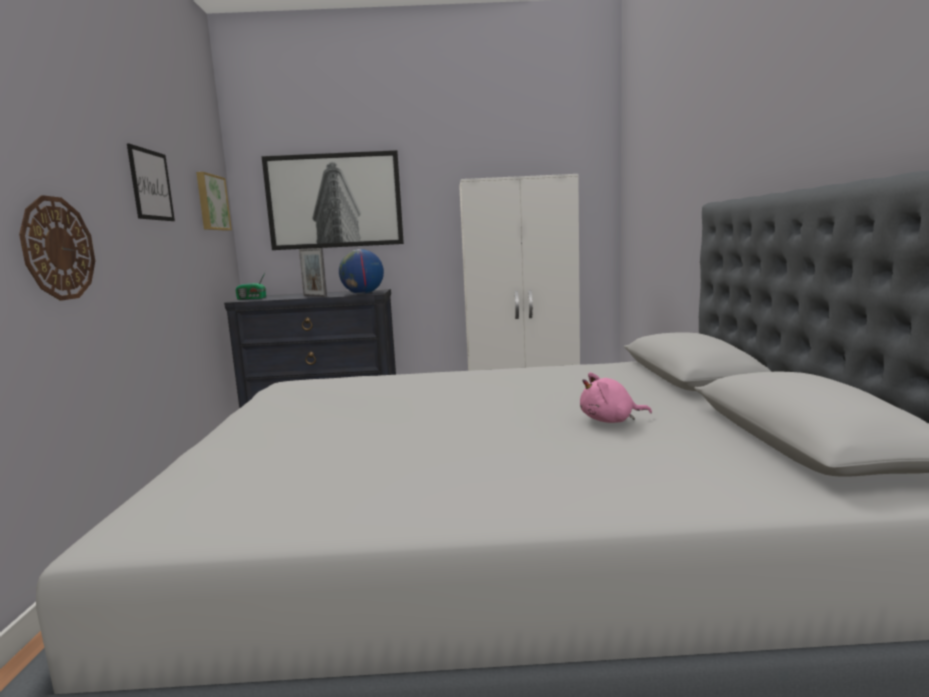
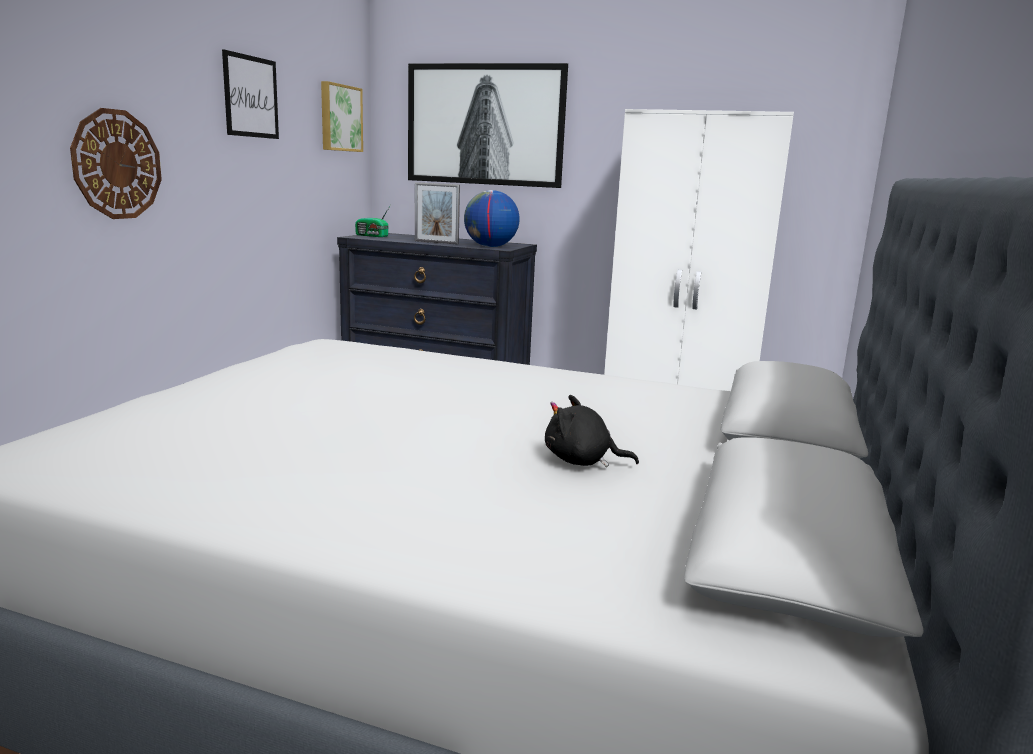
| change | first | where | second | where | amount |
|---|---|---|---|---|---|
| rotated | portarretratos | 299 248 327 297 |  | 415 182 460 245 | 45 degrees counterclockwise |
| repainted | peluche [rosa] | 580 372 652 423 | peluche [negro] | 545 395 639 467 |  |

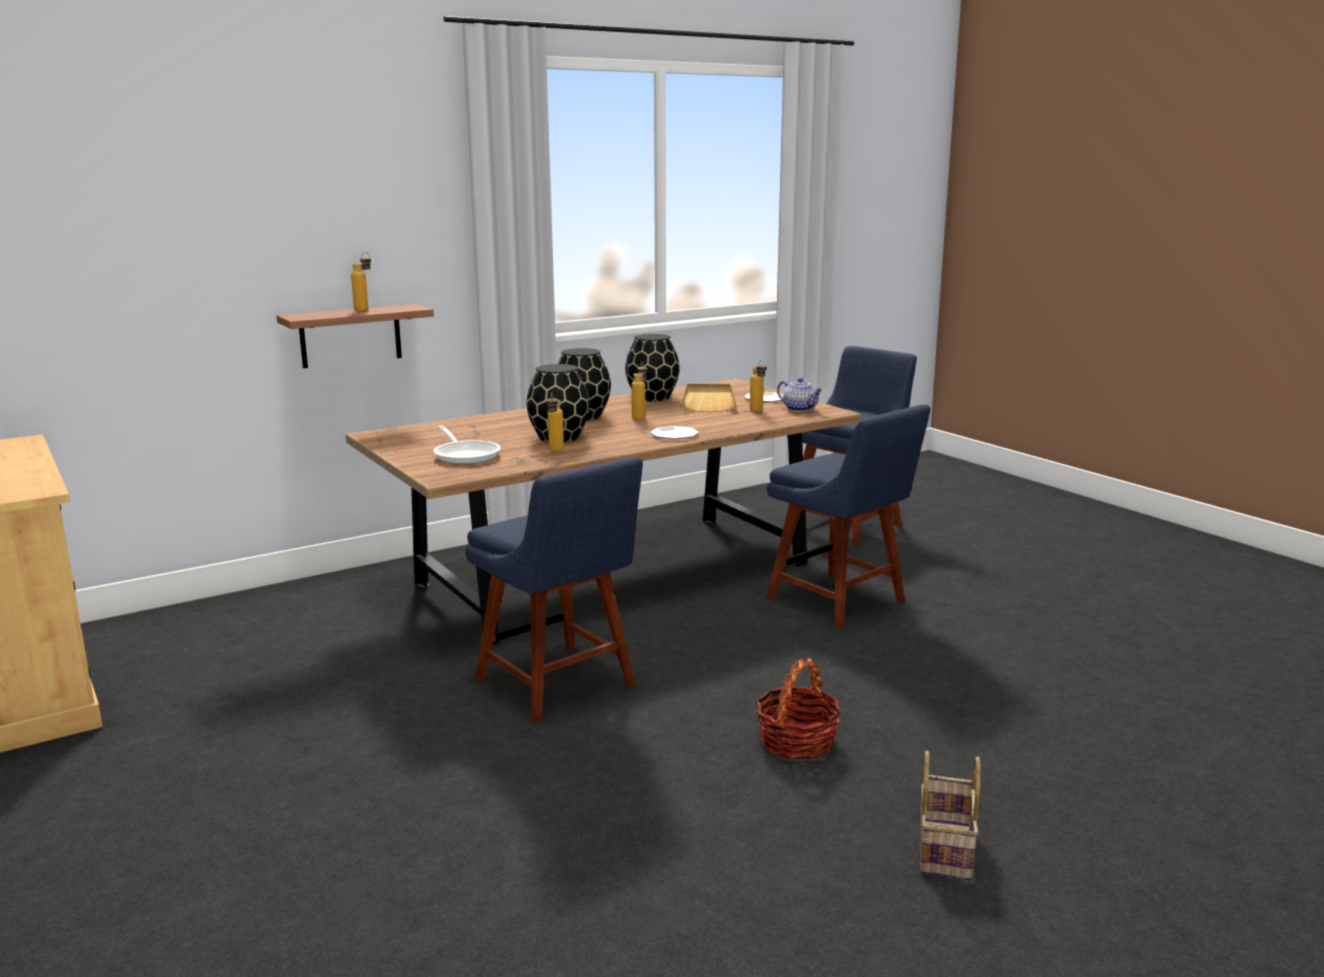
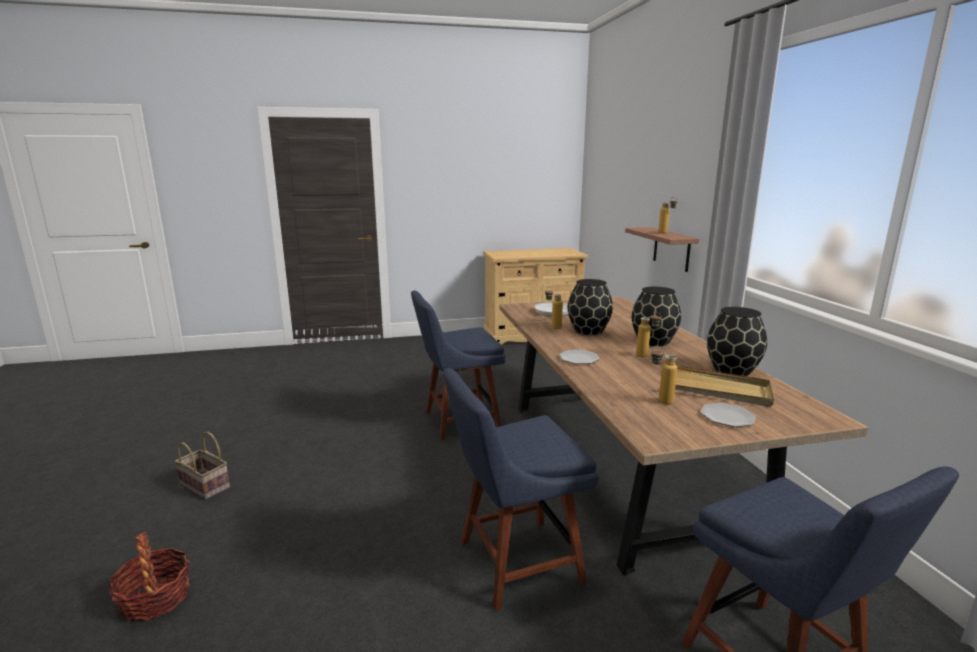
| change | first | where | second | where | amount |
|---|---|---|---|---|---|
| gone | tetera | 777 378 823 412 |  |  |  |
| shifted | cesta | 756 658 842 759 |  | 109 532 190 621 |  |

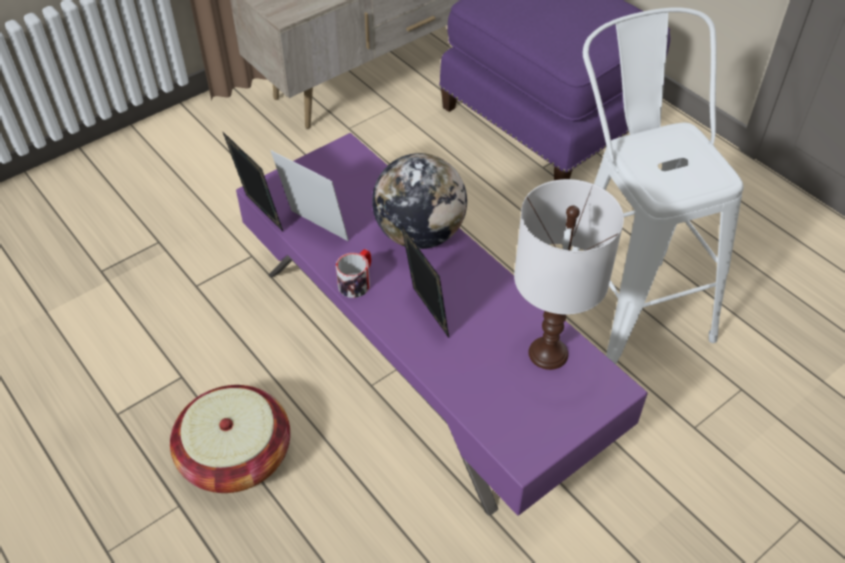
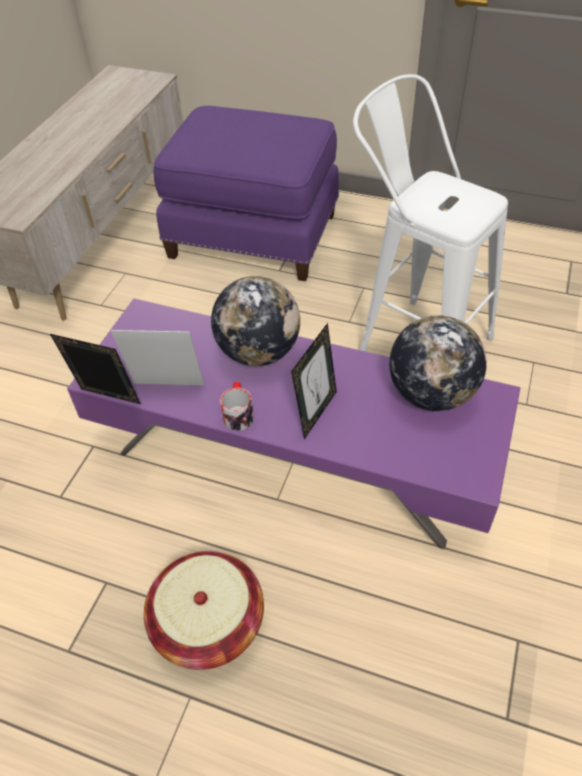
| change | first | where | second | where | amount |
|---|---|---|---|---|---|
| swapped | lámpara de mesa [blanco] | 514 179 624 370 | globo terráqueo | 389 315 487 411 |  |
| rotated | portarretratos | 401 225 449 338 |  | 291 323 337 439 | 90 degrees clockwise |

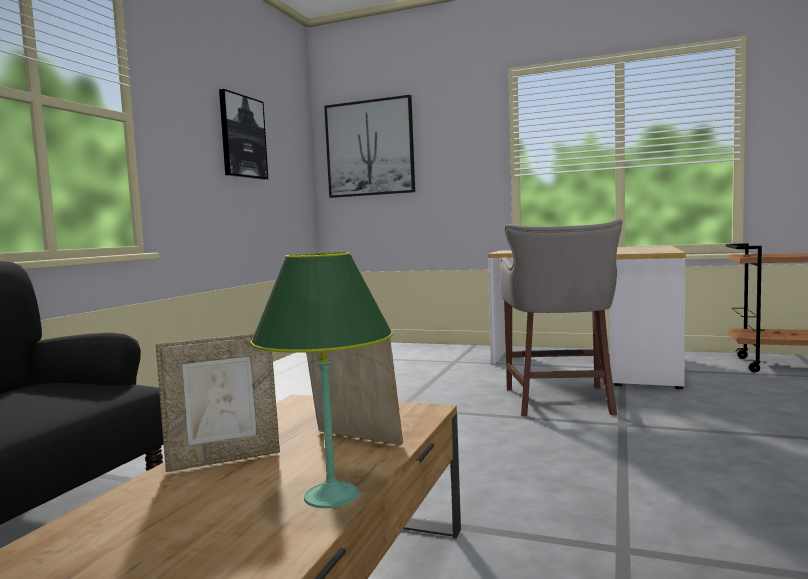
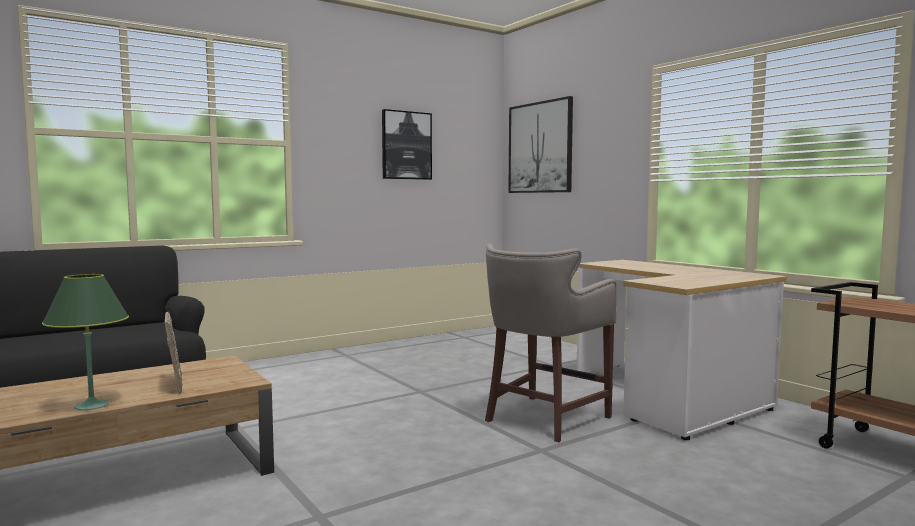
| change | first | where | second | where | amount |
|---|---|---|---|---|---|
| gone | portarretratos | 156 334 280 472 |  |  |  |

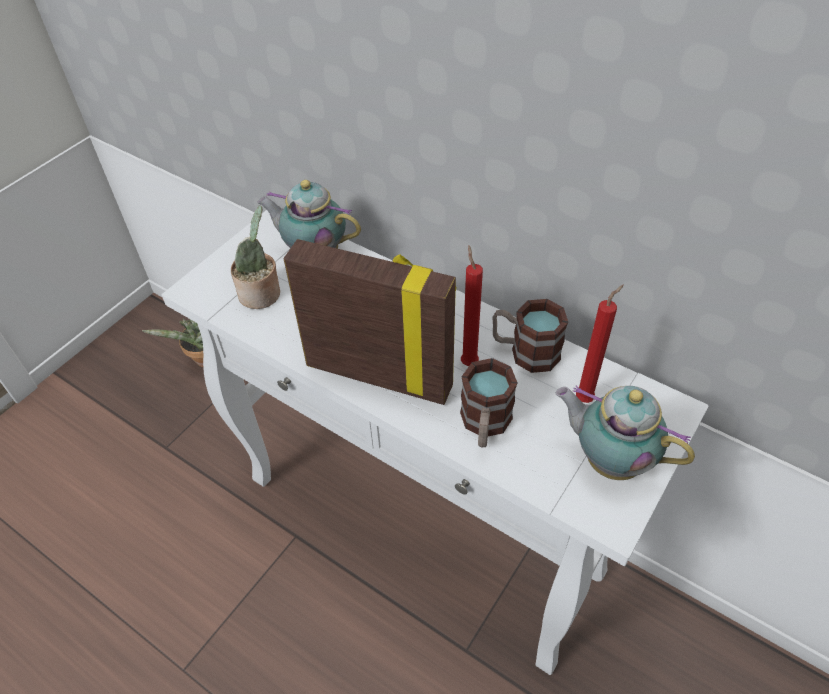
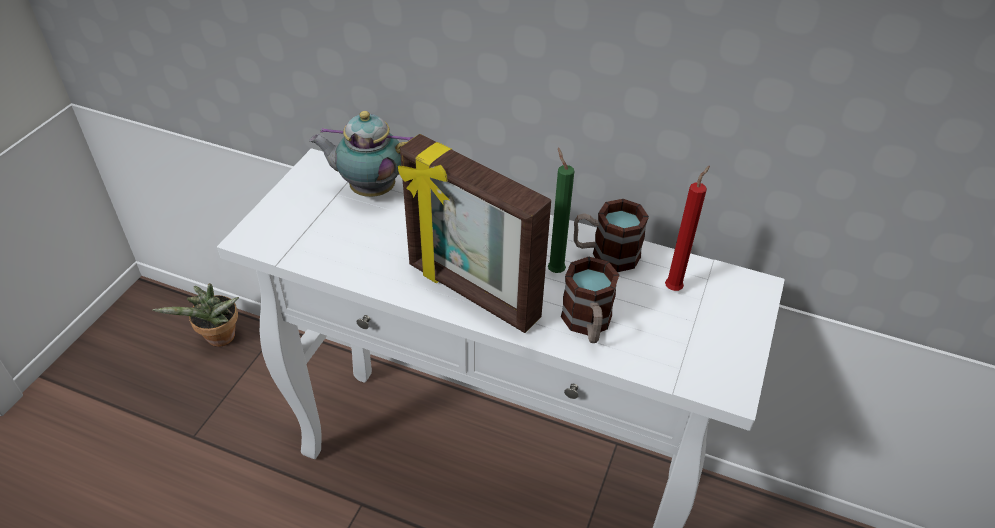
| change | first | where | second | where | amount |
|---|---|---|---|---|---|
| gone | planta en maceta | 231 205 280 309 |  |  |  |
| rotated | portarretratos | 284 239 456 405 |  | 398 134 551 333 | 150 degrees counterclockwise |
| repainted | vela [rojo] | 461 246 483 366 | vela [verde] | 548 148 574 273 |  |
| gone | tetera | 556 386 695 480 |  |  |  |

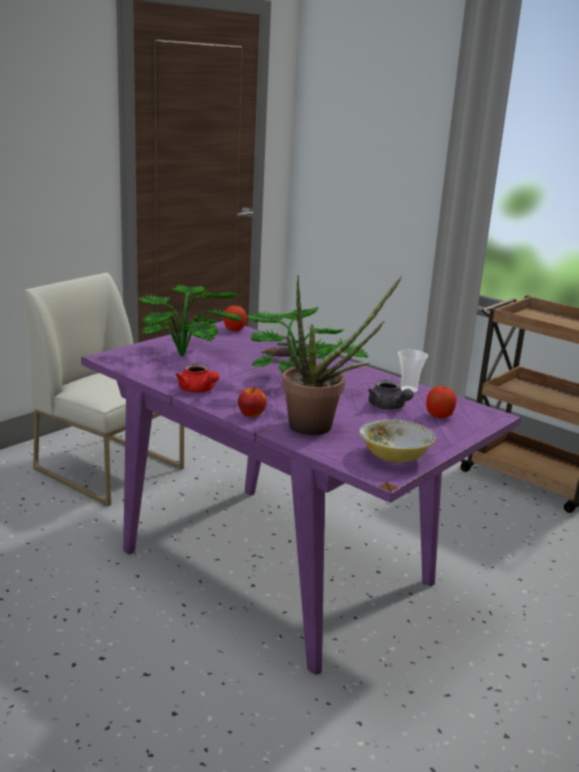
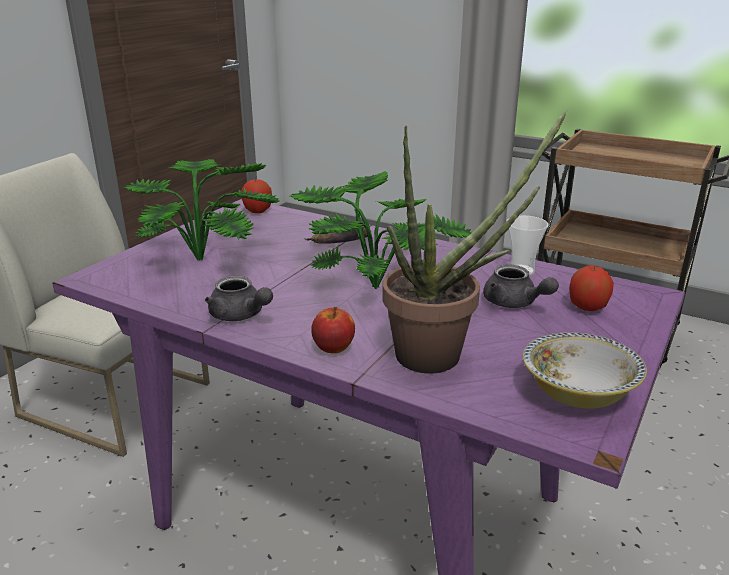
| change | first | where | second | where | amount |
|---|---|---|---|---|---|
| repainted | tetera [rojo] | 176 364 219 393 | tetera [gris] | 205 276 273 321 |  |

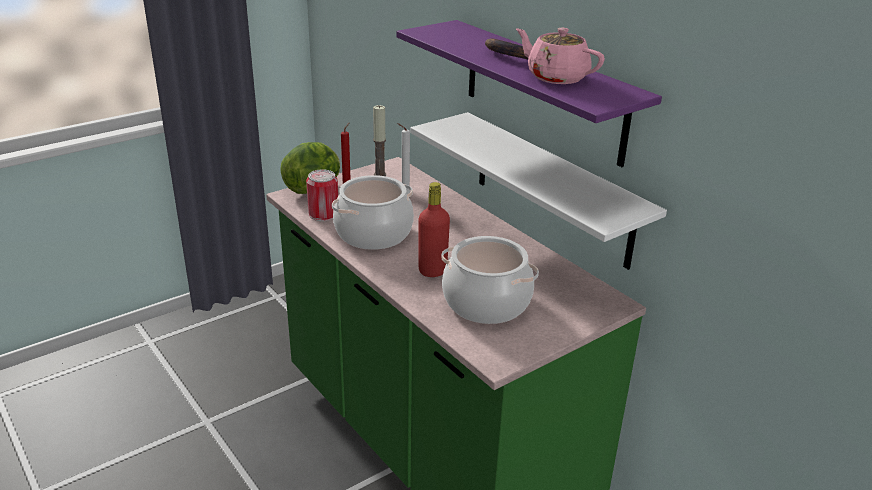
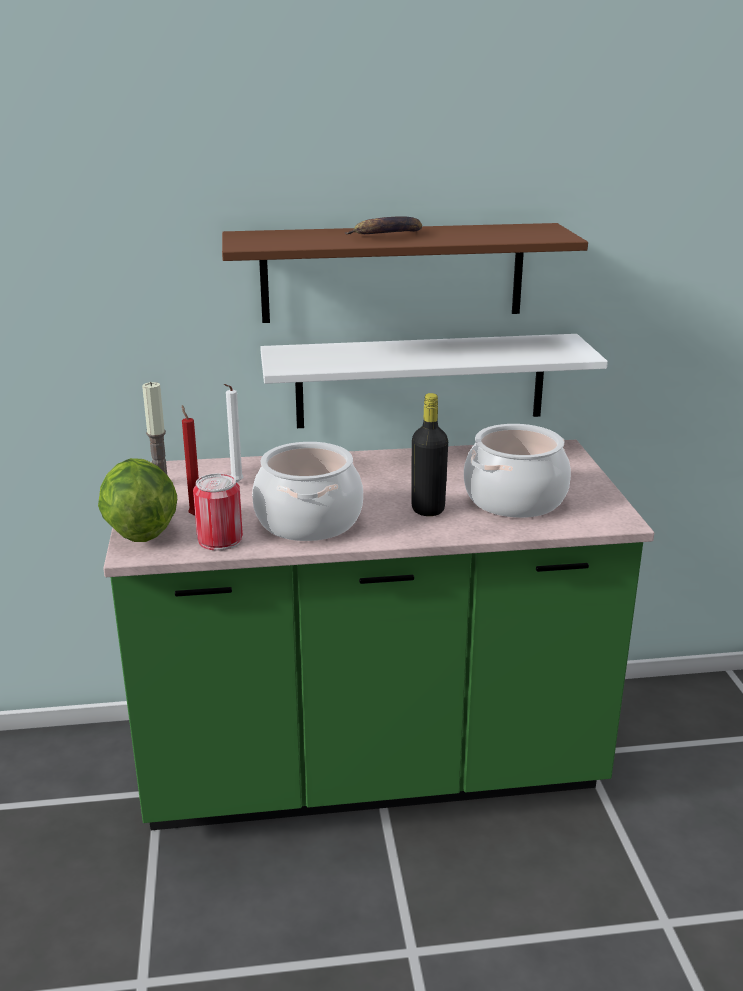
| change | first | where | second | where | amount |
|---|---|---|---|---|---|
| repainted | estante [morado] | 396 20 662 167 | estante [marrón] | 222 223 588 323 |  |
| gone | tetera [rosa] | 516 28 605 84 |  |  |  |
| repainted | botella [rojo] | 418 182 450 277 | botella [negro] | 411 393 448 516 |  |

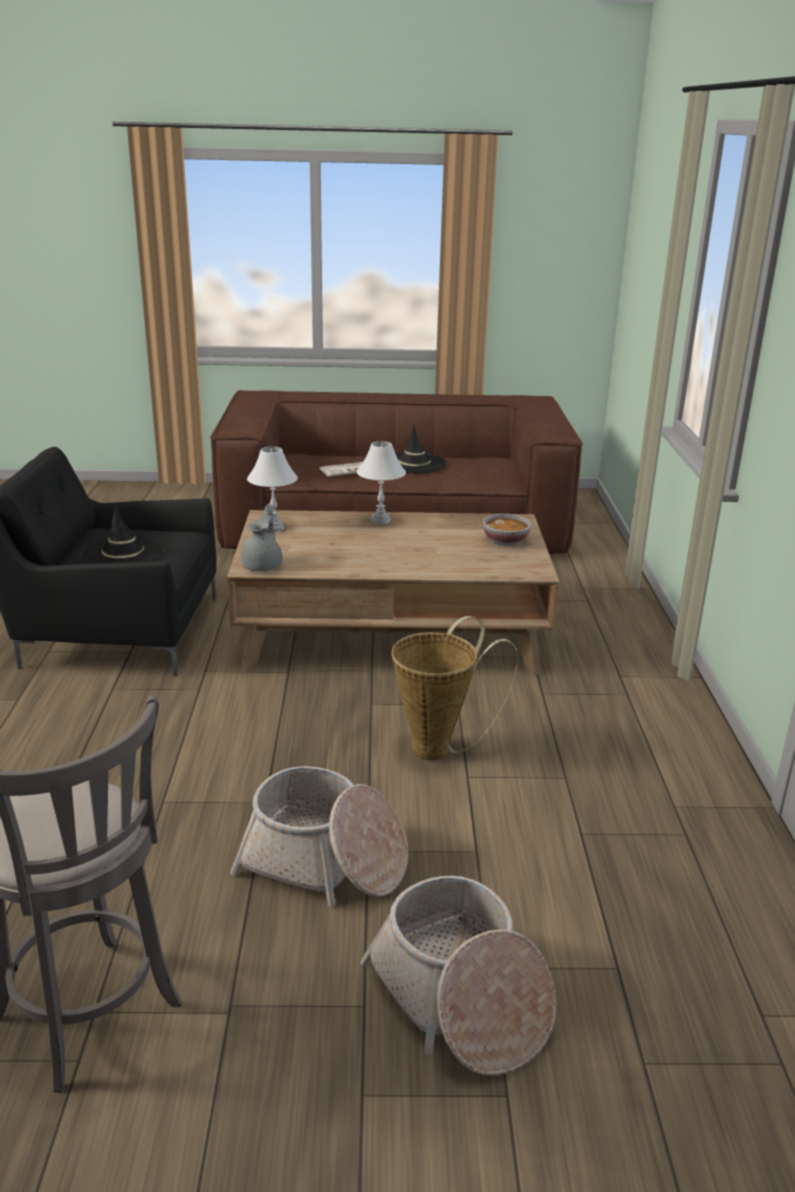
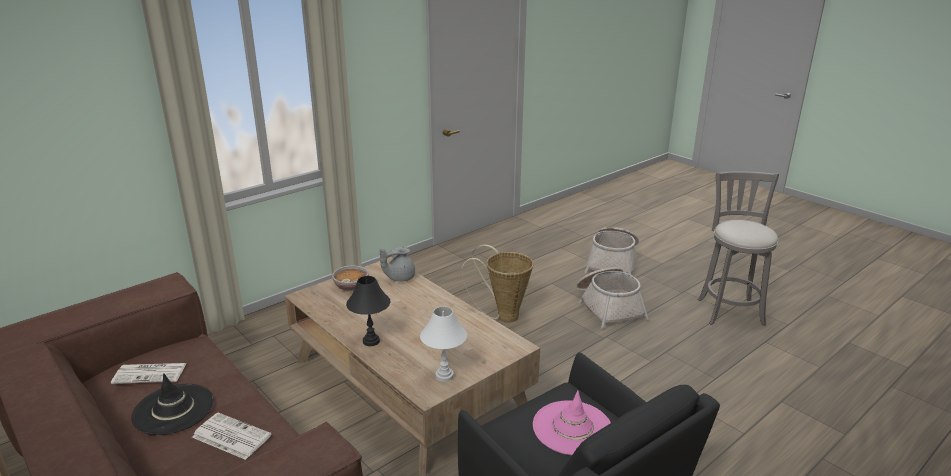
| change | first | where | second | where | amount |
|---|---|---|---|---|---|
| repainted | lámpara de mesa [blanco] | 357 441 406 525 | lámpara de mesa [negro] | 346 276 390 346 |  |
| shifted | tetera [gris] | 241 503 283 571 |  | 380 247 415 282 |  |
| repainted | sombrero [negro] | 81 506 165 564 | sombrero [rosa] | 533 391 611 455 |  |
| new |  |  | periódico | 111 363 187 384 |  |

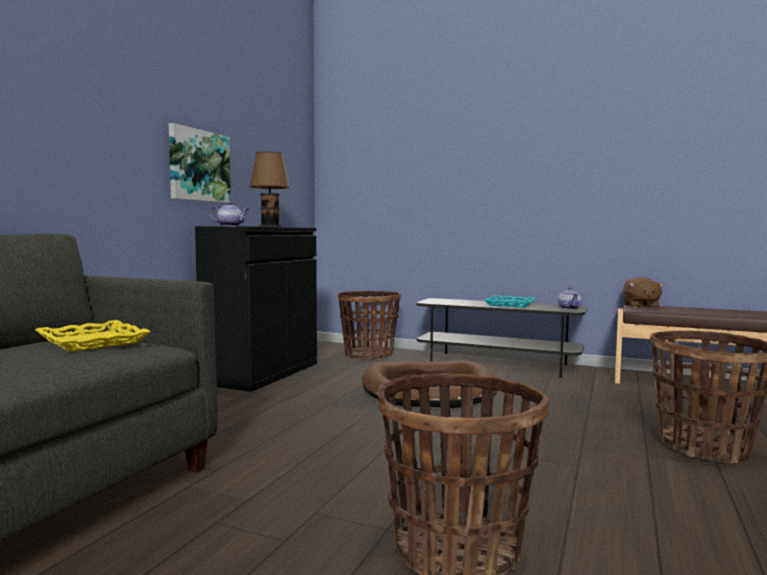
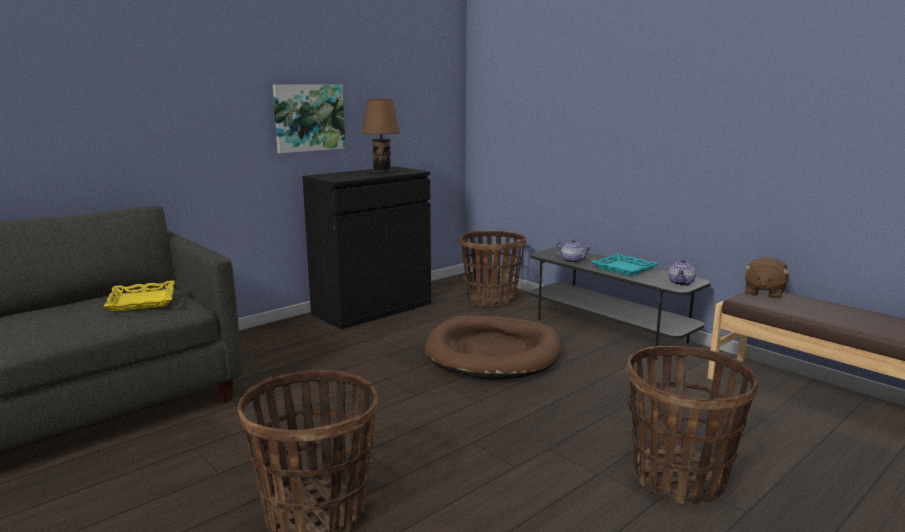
| change | first | where | second | where | amount |
|---|---|---|---|---|---|
| shifted | tetera | 210 202 249 226 |  | 555 240 591 263 |  |

